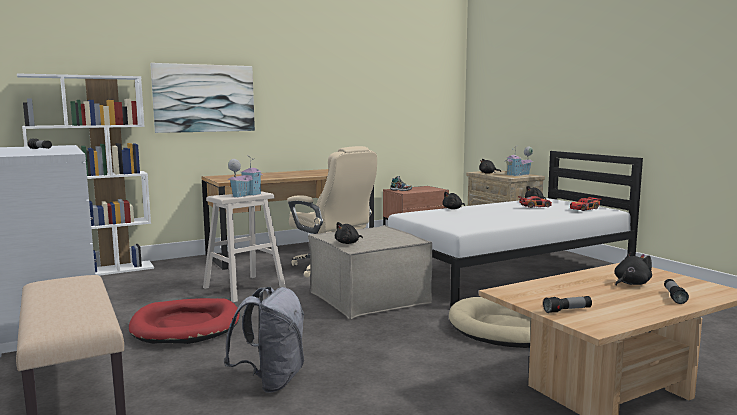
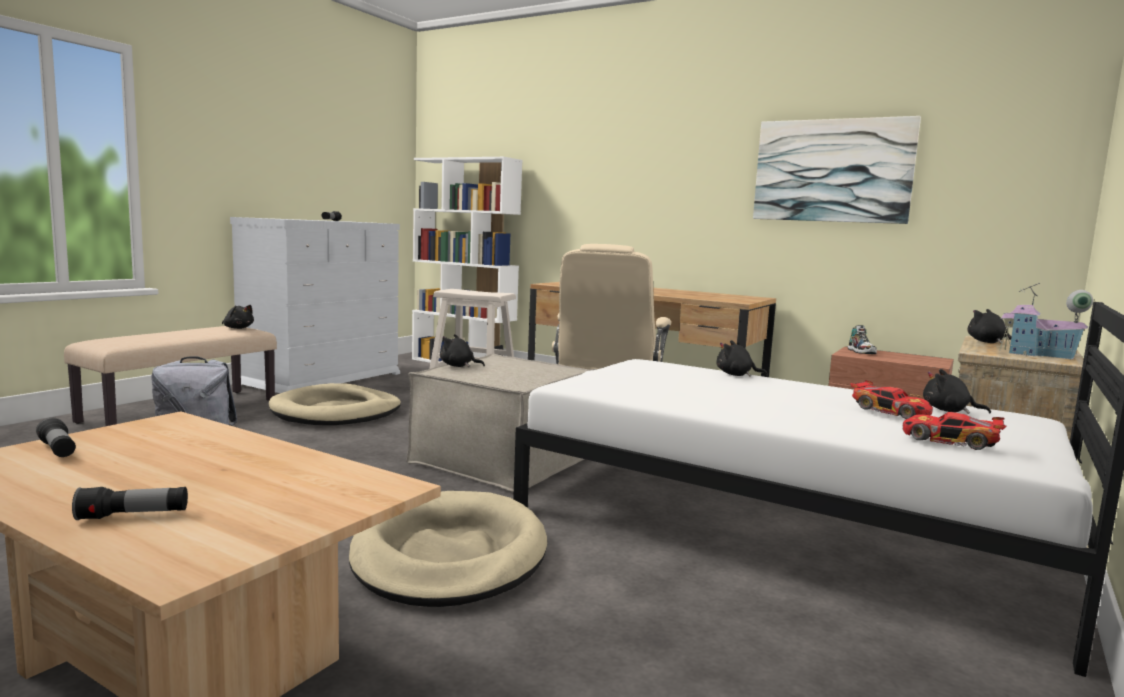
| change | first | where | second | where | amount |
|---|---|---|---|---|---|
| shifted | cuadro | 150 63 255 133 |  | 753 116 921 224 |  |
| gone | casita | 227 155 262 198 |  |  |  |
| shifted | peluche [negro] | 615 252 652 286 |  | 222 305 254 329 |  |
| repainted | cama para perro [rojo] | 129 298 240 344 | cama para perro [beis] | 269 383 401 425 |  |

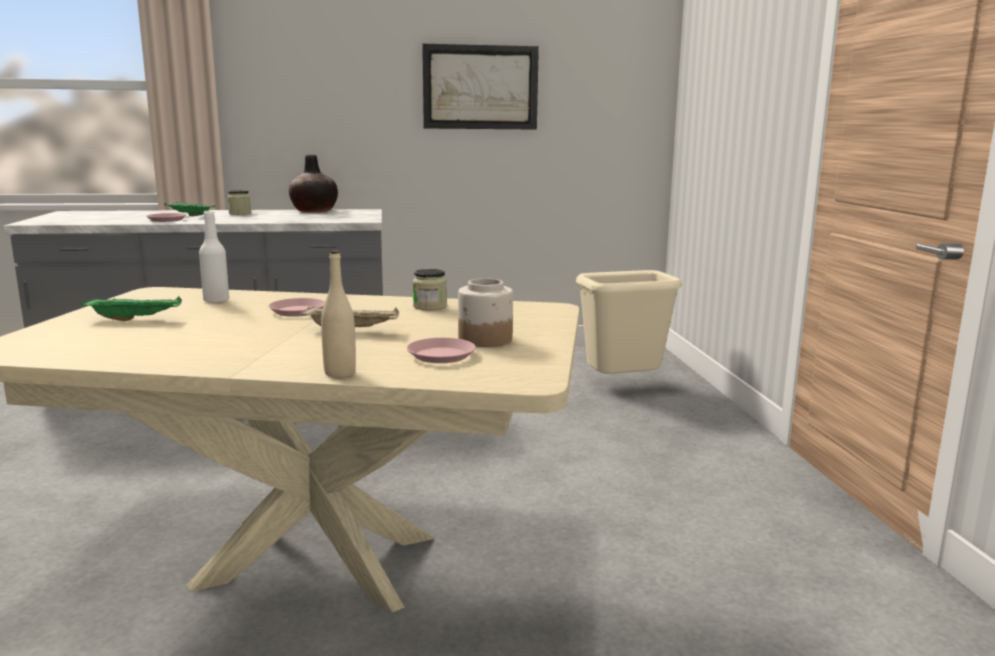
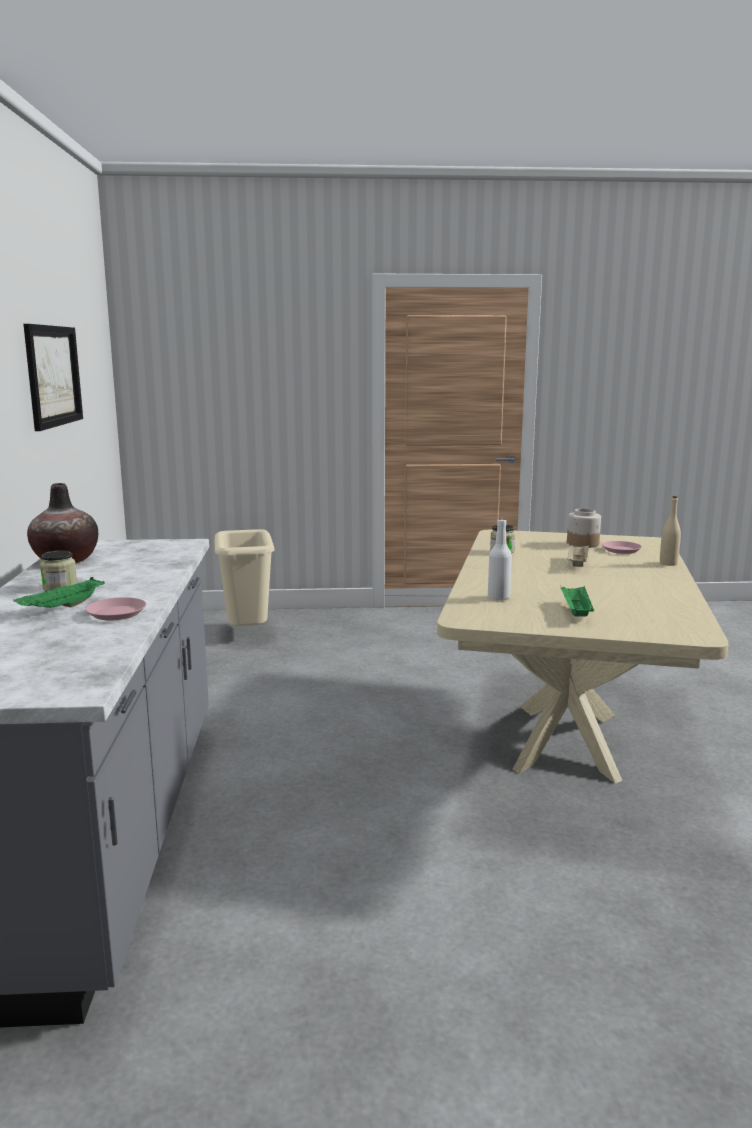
| change | first | where | second | where | amount |
|---|---|---|---|---|---|
| gone | plato [rosa] | 268 298 325 317 |  |  |  |

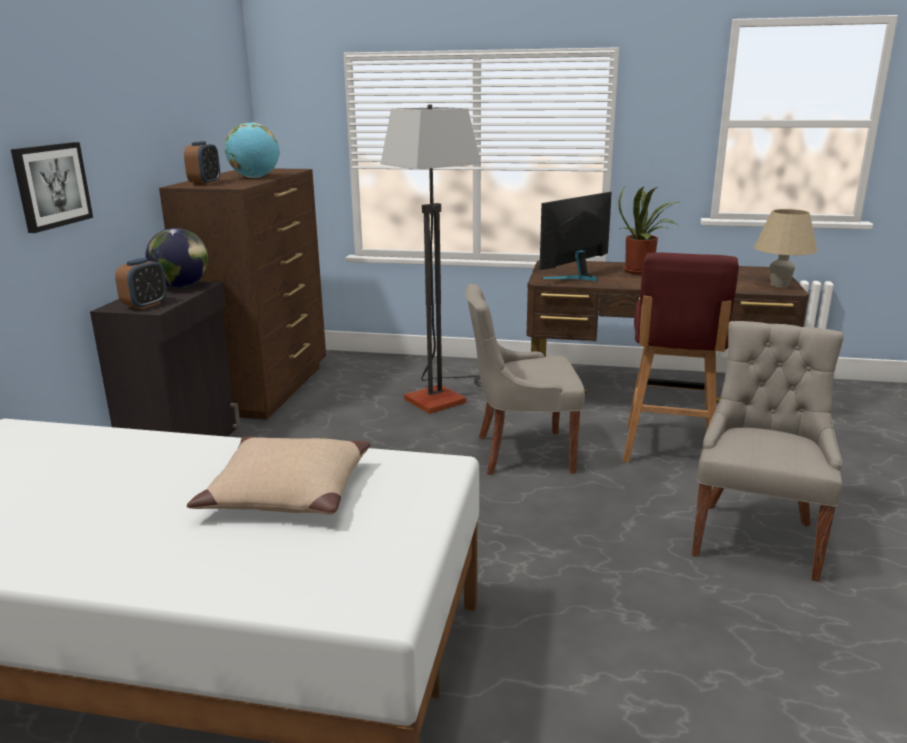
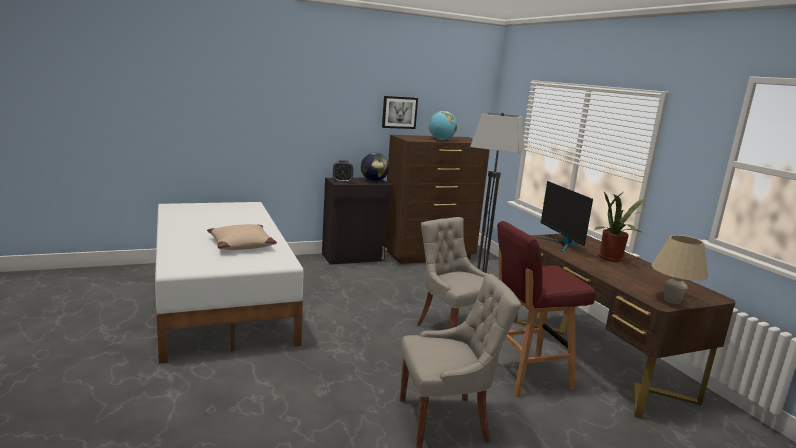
| change | first | where | second | where | amount |
|---|---|---|---|---|---|
| gone | despertador | 184 141 220 185 |  |  |  |
| shifted | cuadro | 11 142 93 233 |  | 382 96 418 129 |  |
| rotated | monitor | 539 192 612 281 |  | 537 181 593 252 | 120 degrees counterclockwise |

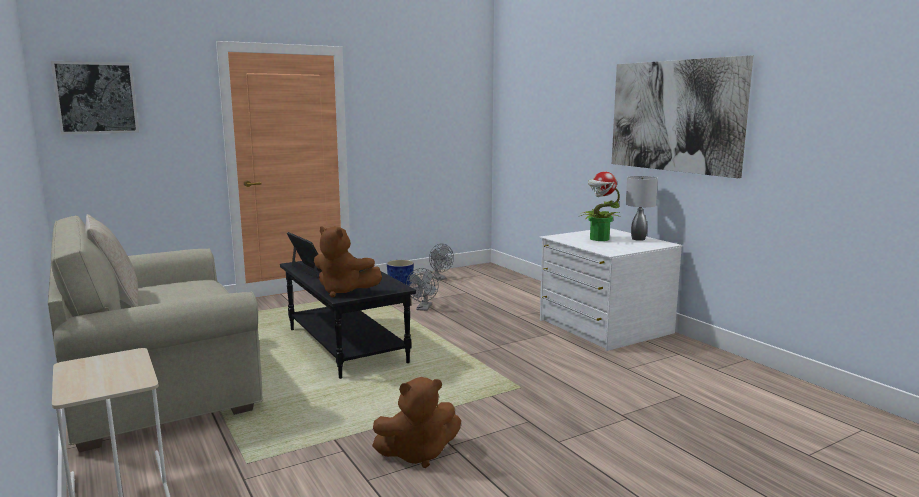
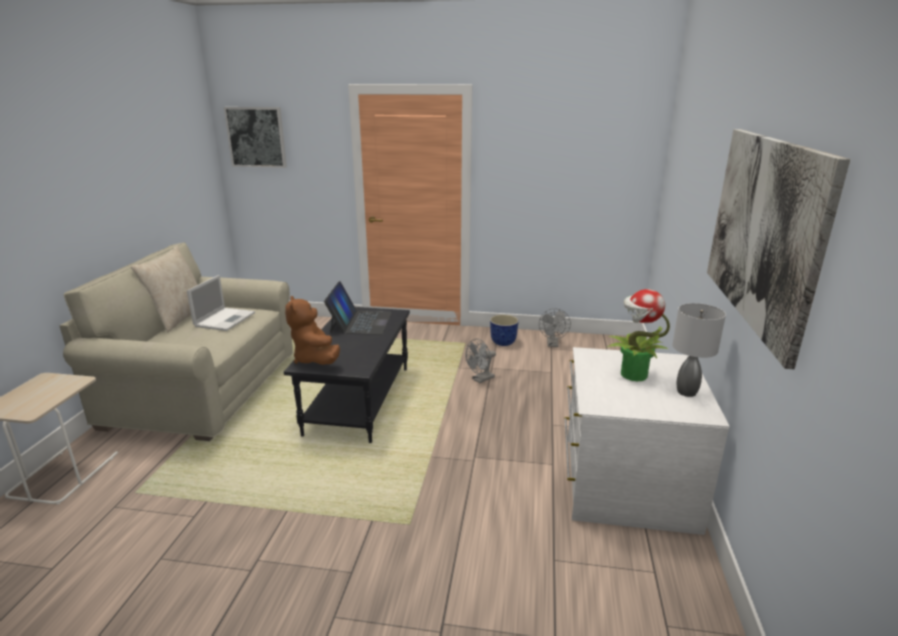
| change | first | where | second | where | amount |
|---|---|---|---|---|---|
| gone | peluche [marrón] | 372 377 461 468 |  |  |  |
| new |  |  | portátil | 187 275 255 331 |  |

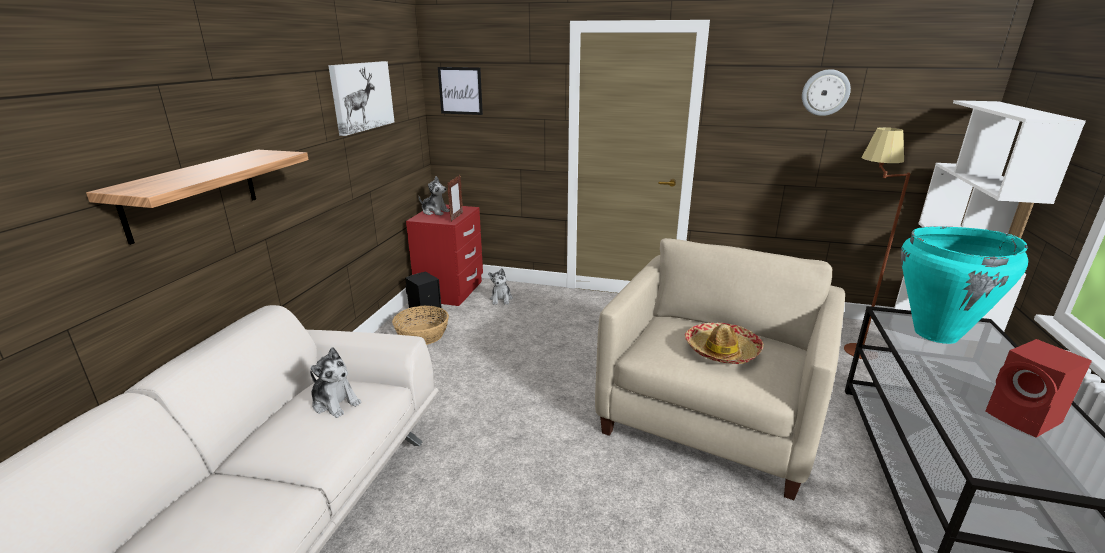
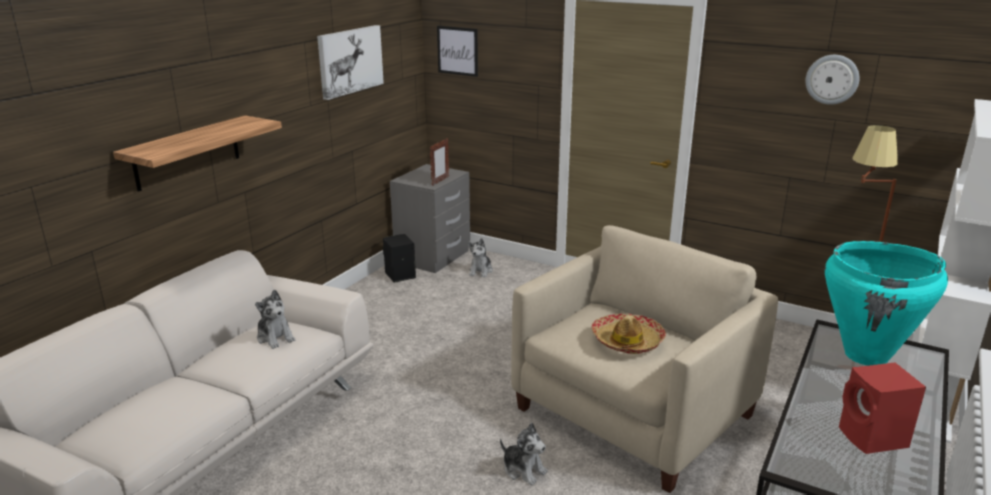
| change | first | where | second | where | amount |
|---|---|---|---|---|---|
| shifted | peluche | 418 176 450 215 |  | 500 423 548 485 |  |
| repainted | mesita de noche [rojo] | 406 205 483 306 | mesita de noche [gris] | 390 164 470 273 |  |
| gone | cesta | 392 306 449 345 |  |  |  |

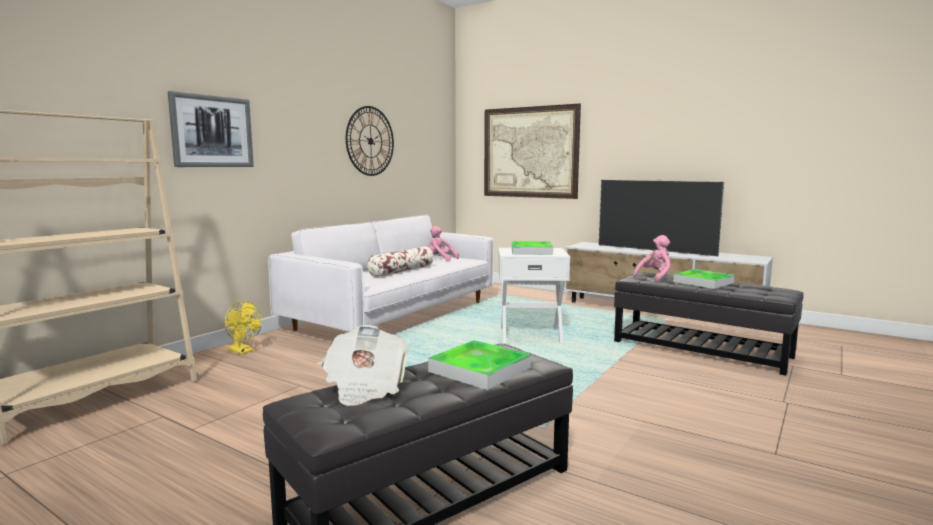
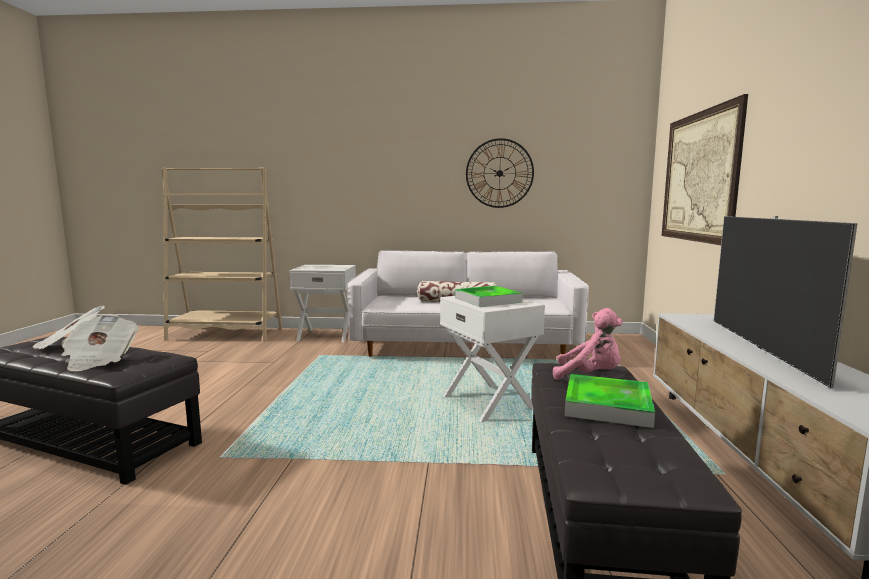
| change | first | where | second | where | amount |
|---|---|---|---|---|---|
| gone | cuadro | 168 91 254 167 |  |  |  |
| gone | peluche [rosa] | 428 226 459 261 |  |  |  |
| swapped | ventilador [amarillo] | 225 301 262 354 | mesa auxiliar [blanco] | 289 265 356 342 |  |
| swapped | bandeja | 428 340 531 390 | periódico | 62 314 139 372 |  |

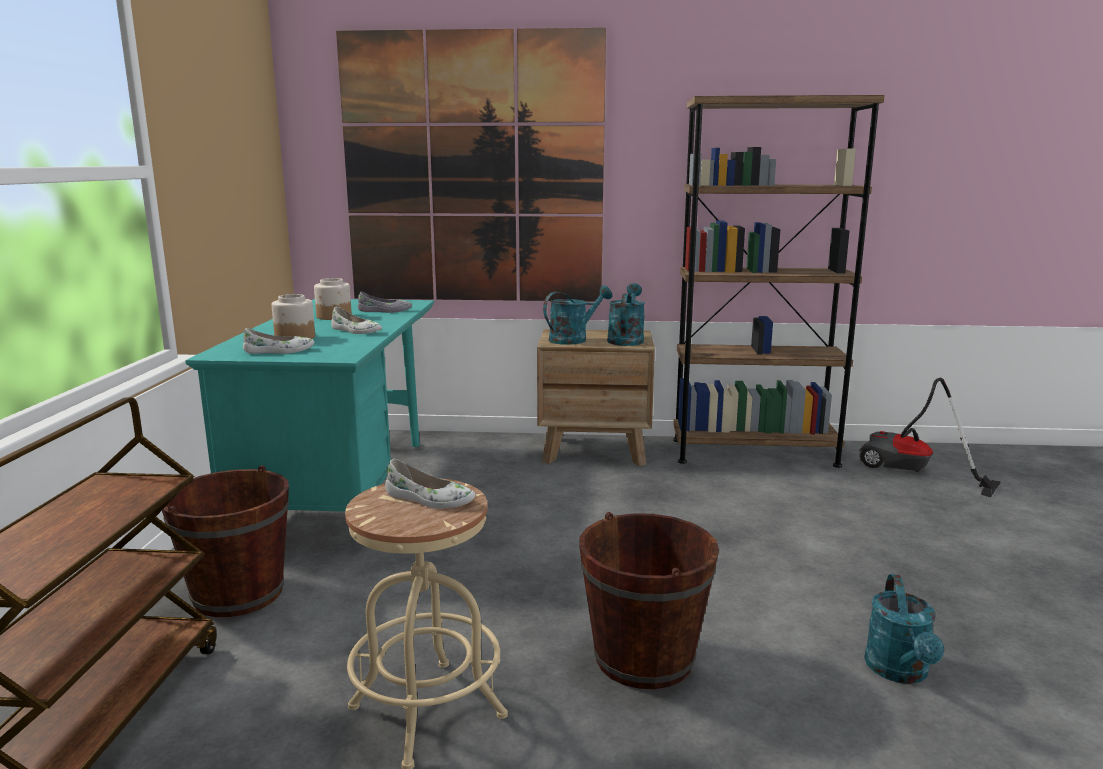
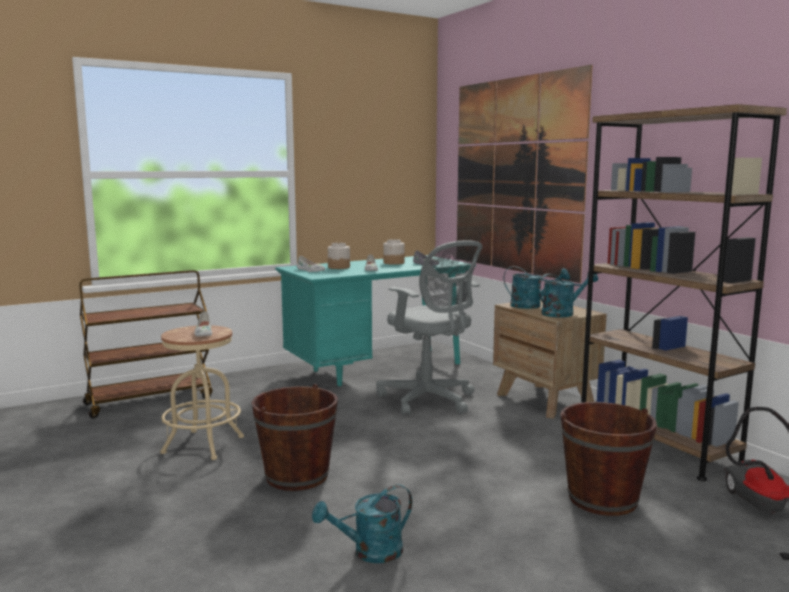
| change | first | where | second | where | amount |
|---|---|---|---|---|---|
| shifted | cubo [marrón] | 162 465 289 617 |  | 561 402 657 516 |  |
| new |  |  | silla de oficina [gris] | 376 240 482 415 |  |

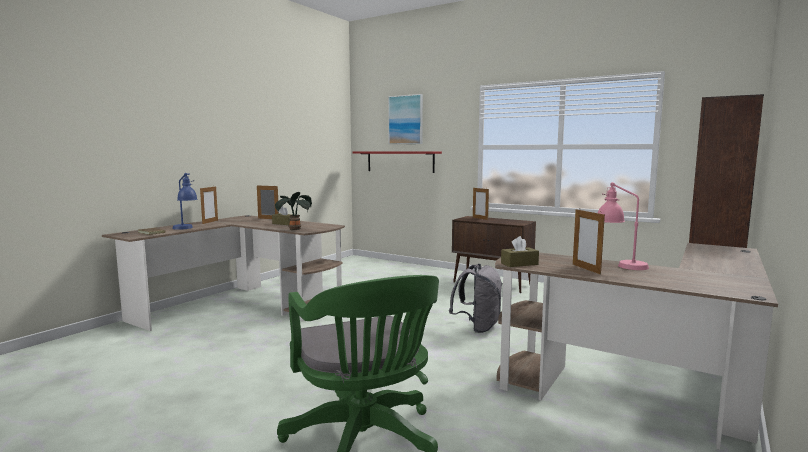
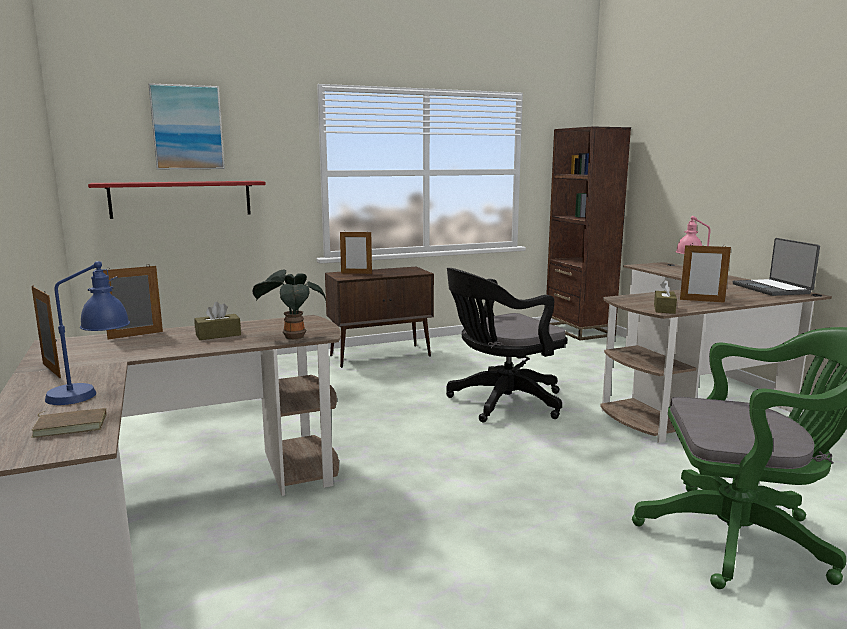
| change | first | where | second | where | amount |
|---|---|---|---|---|---|
| swapped | mochila [gris] | 449 264 502 333 | silla de oficina [negro] | 446 268 567 422 |  |
| new |  |  | portátil | 732 238 820 296 |  |

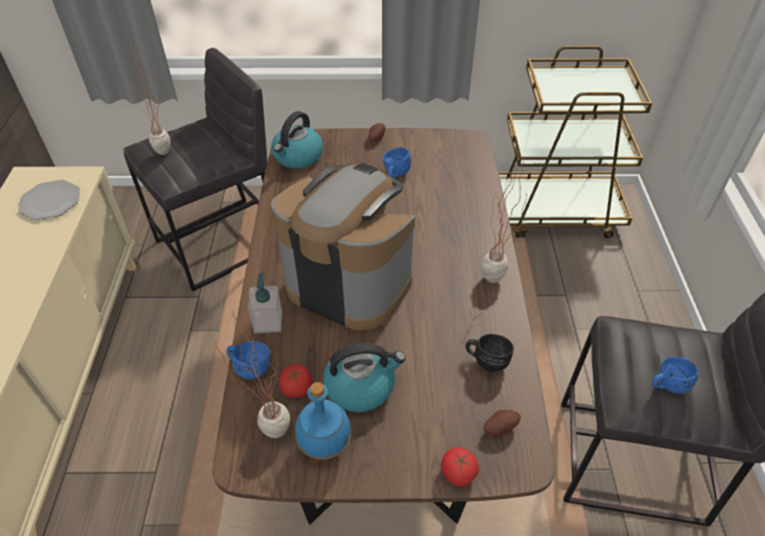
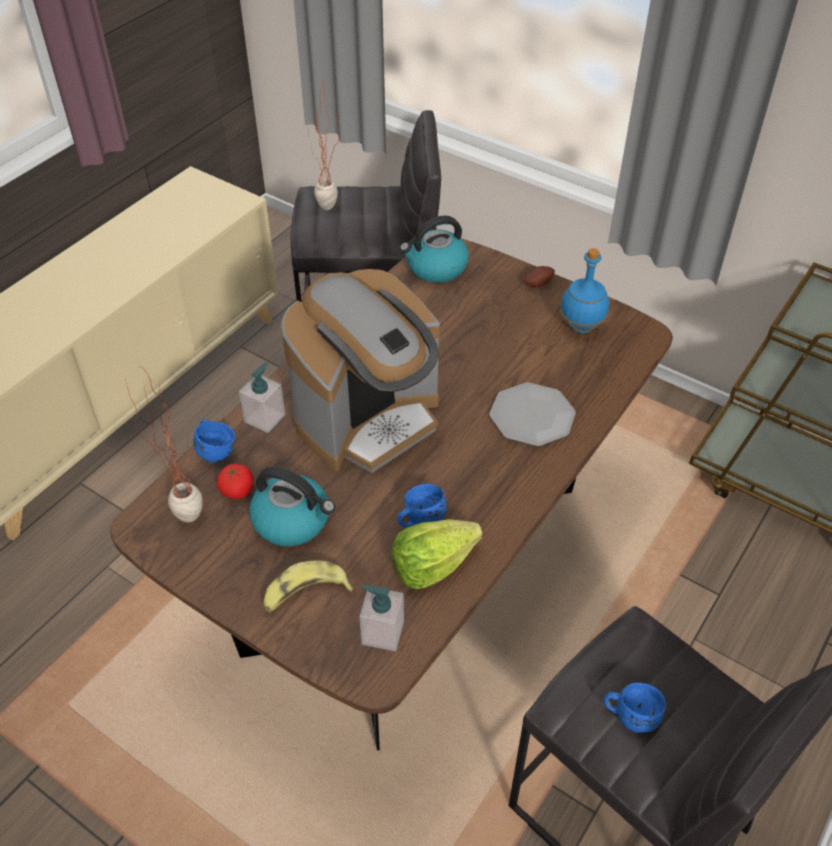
| change | first | where | second | where | amount |
|---|---|---|---|---|---|
| shifted | taza grande [azul] | 382 147 411 178 |  | 397 484 447 527 |  |
| gone | planta en maceta | 482 156 527 283 |  |  |  |
| rotated | cafetera | 271 163 415 330 |  | 281 269 440 473 | 75 degrees clockwise |
| shifted | plato | 18 180 80 220 |  | 489 383 576 446 |  |
| swapped | taza grande [negro] | 466 334 514 372 | lechuga | 392 519 482 589 |  |
| shifted | botella [azul] | 295 382 351 460 |  | 560 248 609 333 |  |
| swapped | patata | 483 410 521 436 | dispensador de jabón | 359 585 404 651 |  |
| gone | tomate | 441 448 479 487 |  |  |  |
| new |  |  | plátano | 263 560 354 613 |  |

